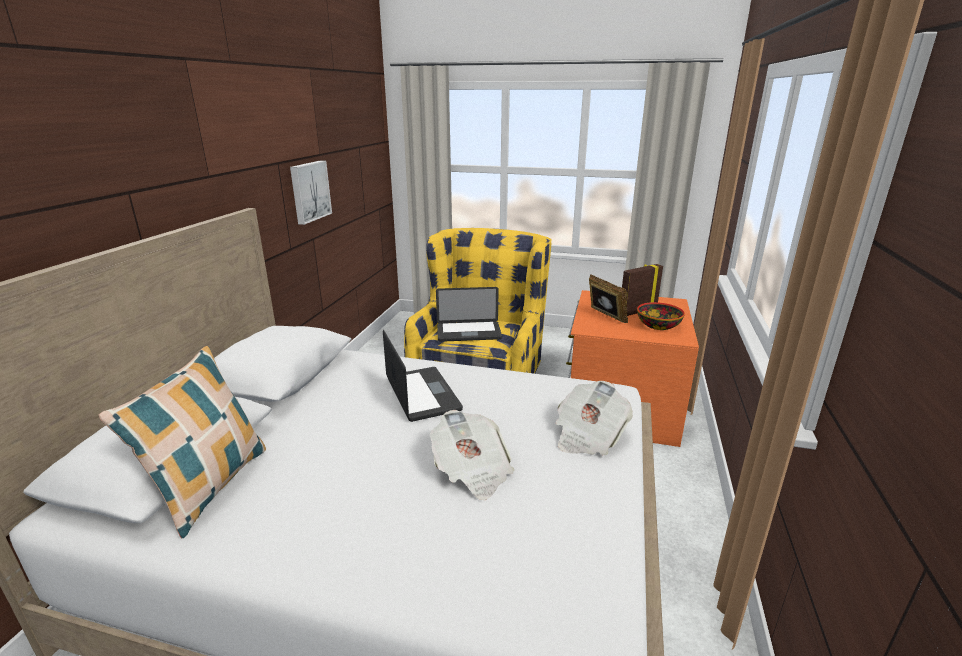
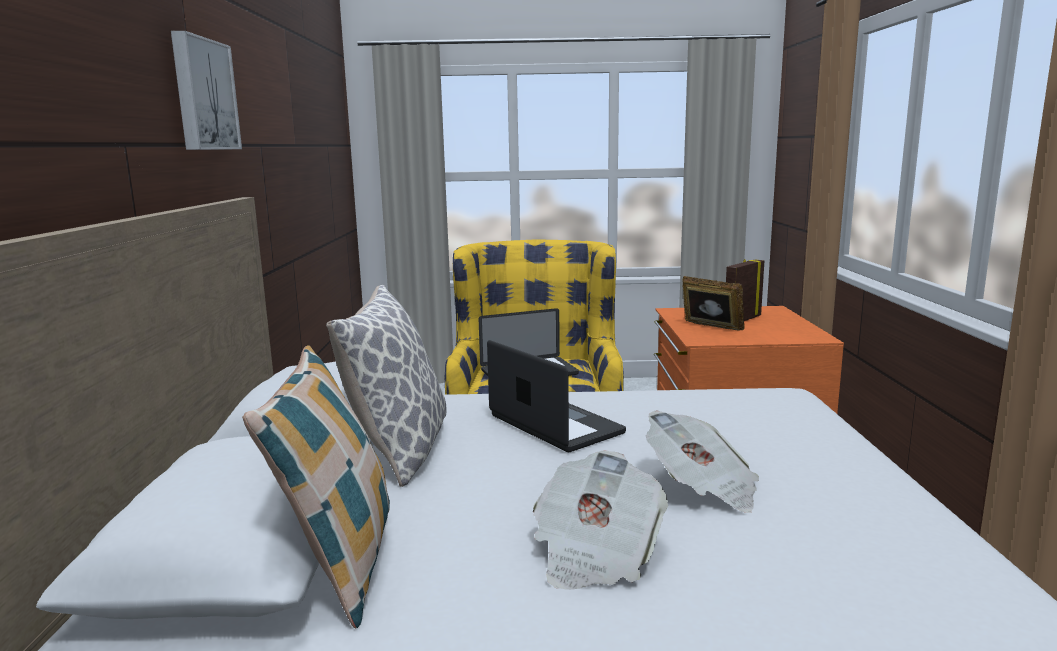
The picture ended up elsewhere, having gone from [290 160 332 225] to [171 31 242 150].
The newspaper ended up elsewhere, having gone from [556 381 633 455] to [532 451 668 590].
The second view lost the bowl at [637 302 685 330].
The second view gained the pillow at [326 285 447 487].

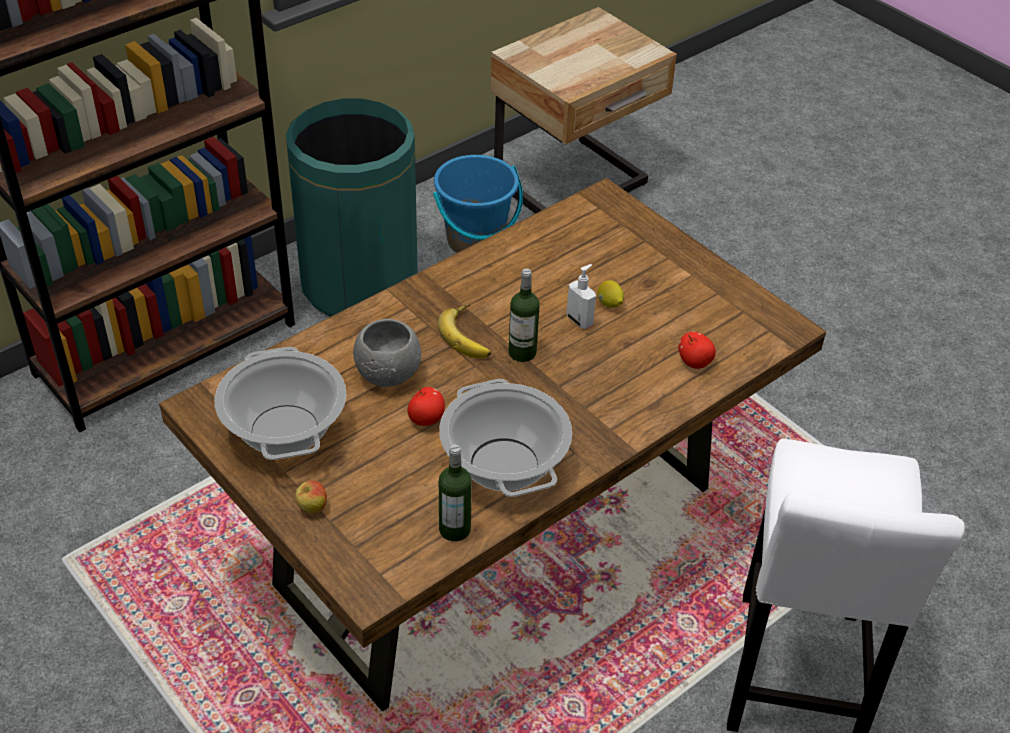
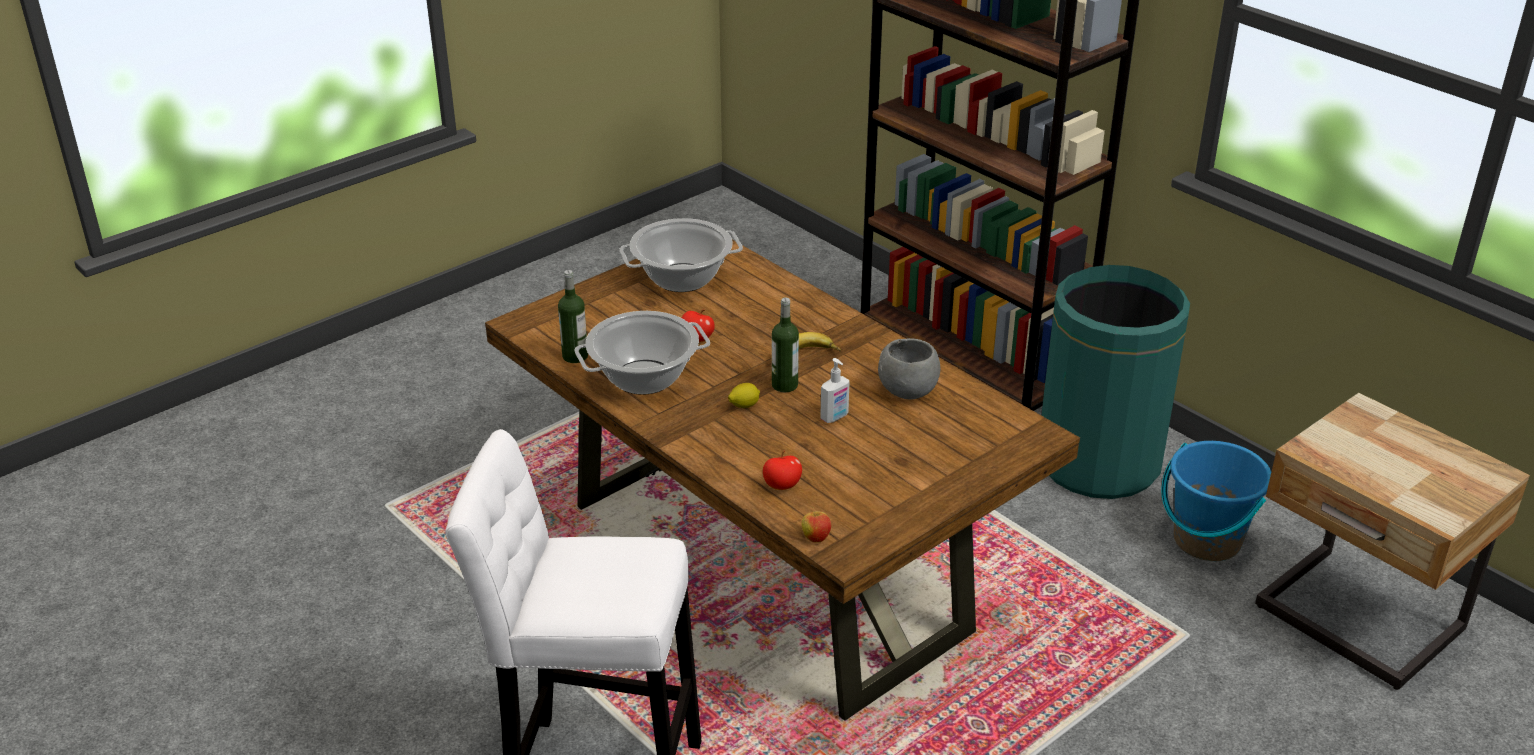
The apple ended up elsewhere, having gone from [295 481 327 513] to [802 507 831 543].
The grey bowl ended up elsewhere, having gone from [353 319 421 387] to [878 338 940 399].
The lemon ended up elsewhere, having gone from [597 280 624 308] to [728 383 760 408].

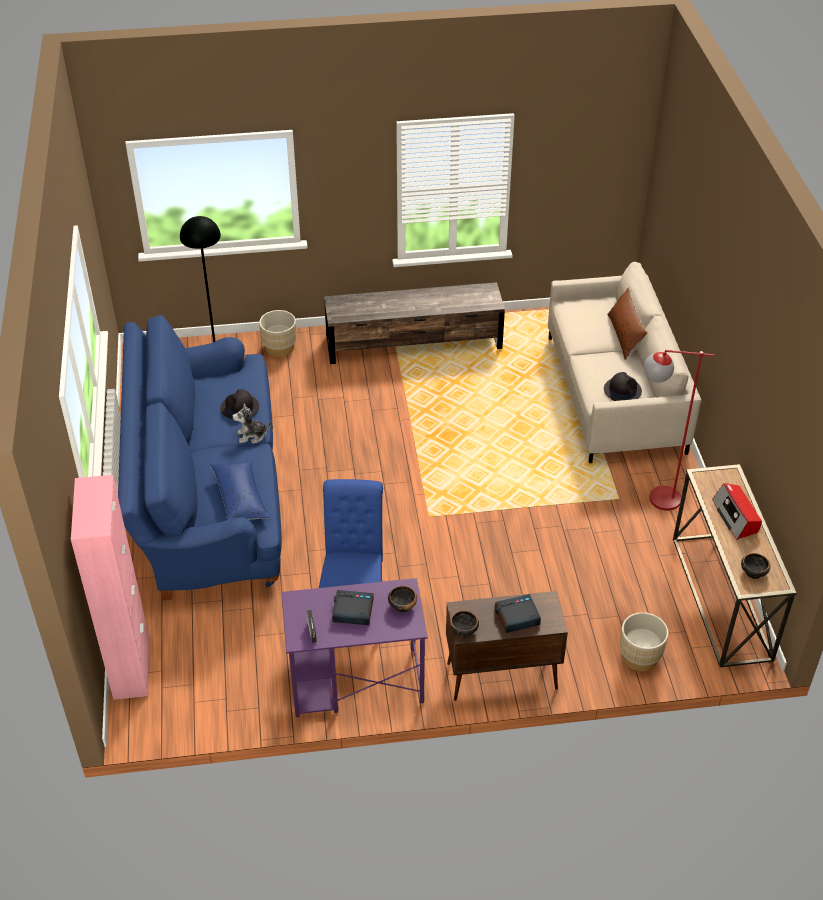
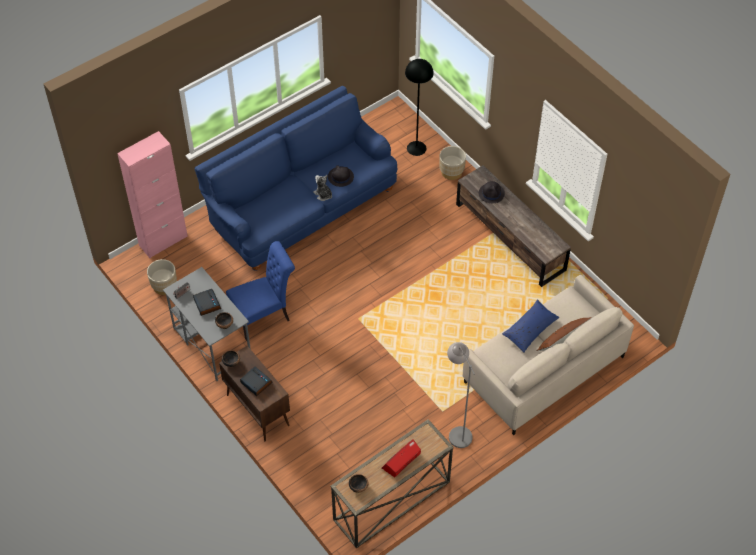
The blue pillow ended up elsewhere, having gone from [210 461 270 520] to [502 299 559 353].
What was the purple desk at [282 578 427 717] turned into the grey desk at [163 267 251 381].
The black hat ended up elsewhere, having gone from [604 372 642 401] to [479 181 505 203].
The beige planter ended up elsewhere, having gone from [620 612 668 671] to [147 259 177 295].
What was the red floor lamp at [644 350 715 511] turned into the grey floor lamp at [447 342 475 448].

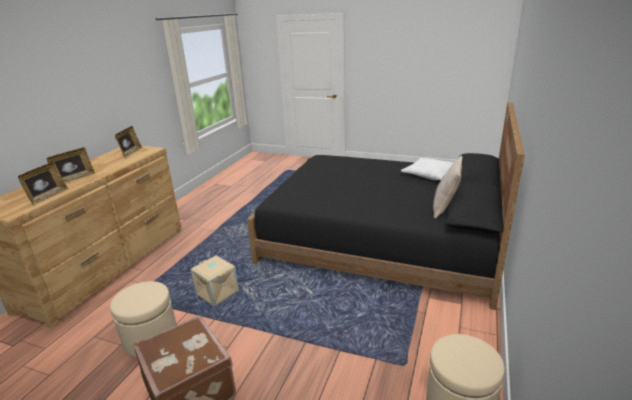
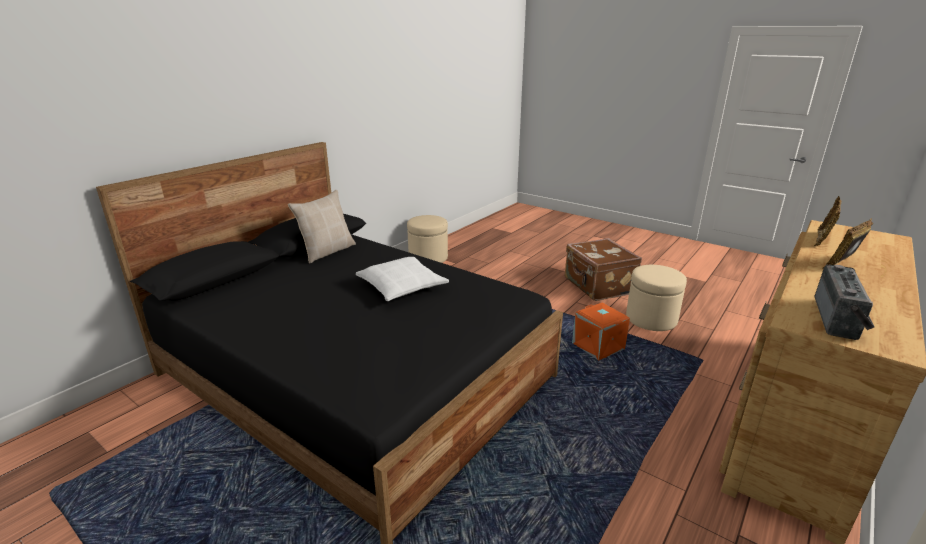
Where the picture frame stood at [115 126 142 157], the radio came to stand at [815 265 875 340].
What was the beige storage box at [191 256 239 306] turned into the orange storage box at [572 303 630 360].
The white pillow ended up elsewhere, having gone from [401 158 453 180] to [356 257 449 301].

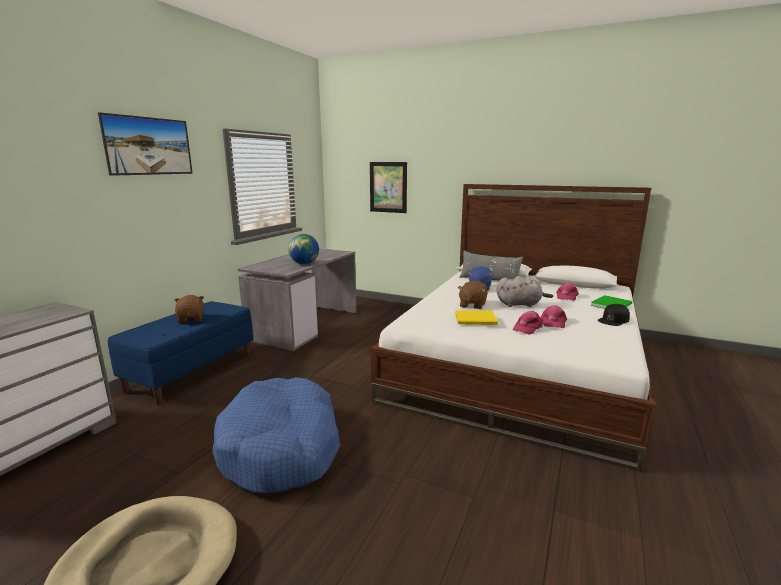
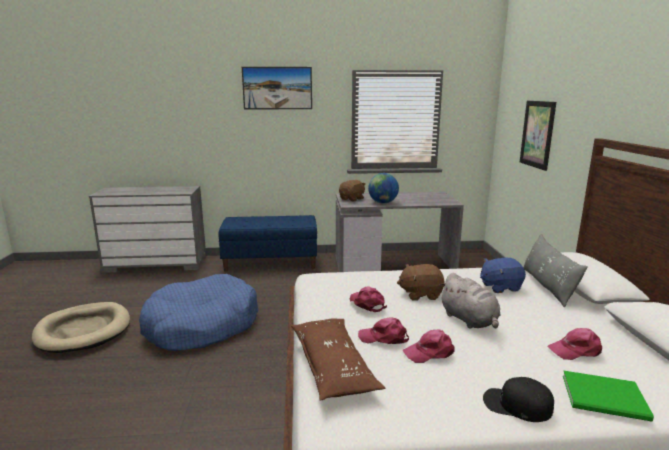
The brown plush toy ended up elsewhere, having gone from [174 295 204 323] to [339 180 366 201].
Where the yellow book stood at [455 310 498 325], the pink cap came to stand at [349 287 387 312].
The second view gained the brown pillow at [291 318 385 401].

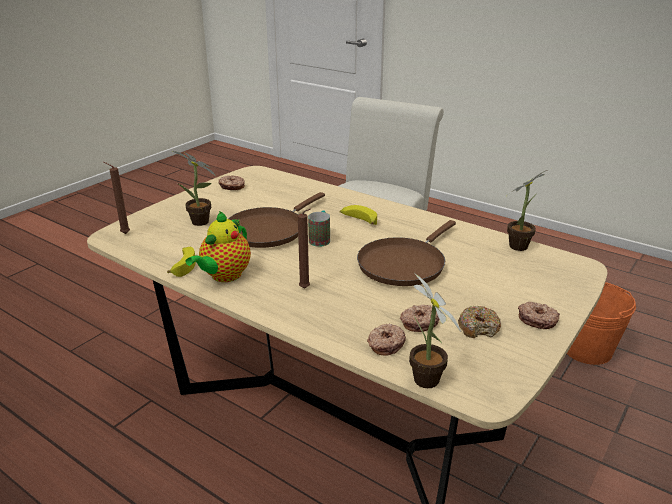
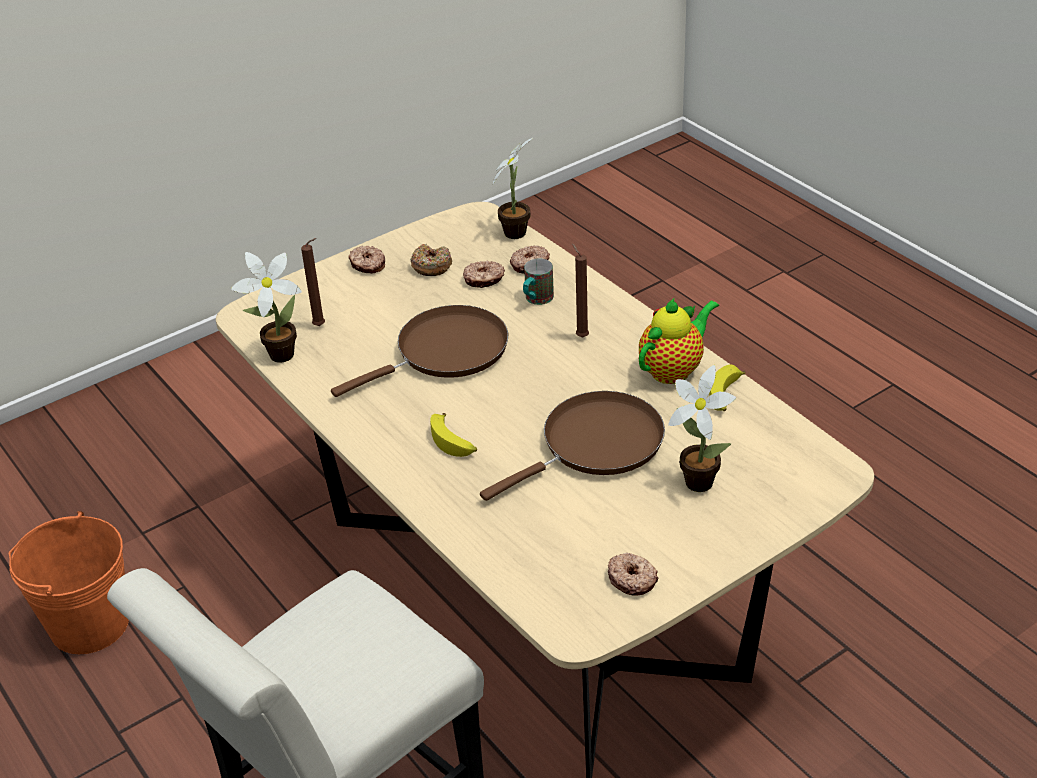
The brown candle ended up elsewhere, having gone from [103 162 130 234] to [301 238 325 326].
The mug ended up elsewhere, having gone from [308 210 330 247] to [523 258 554 305].

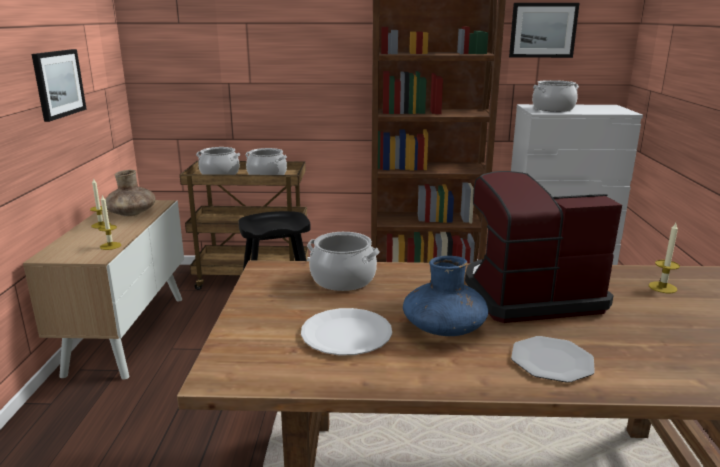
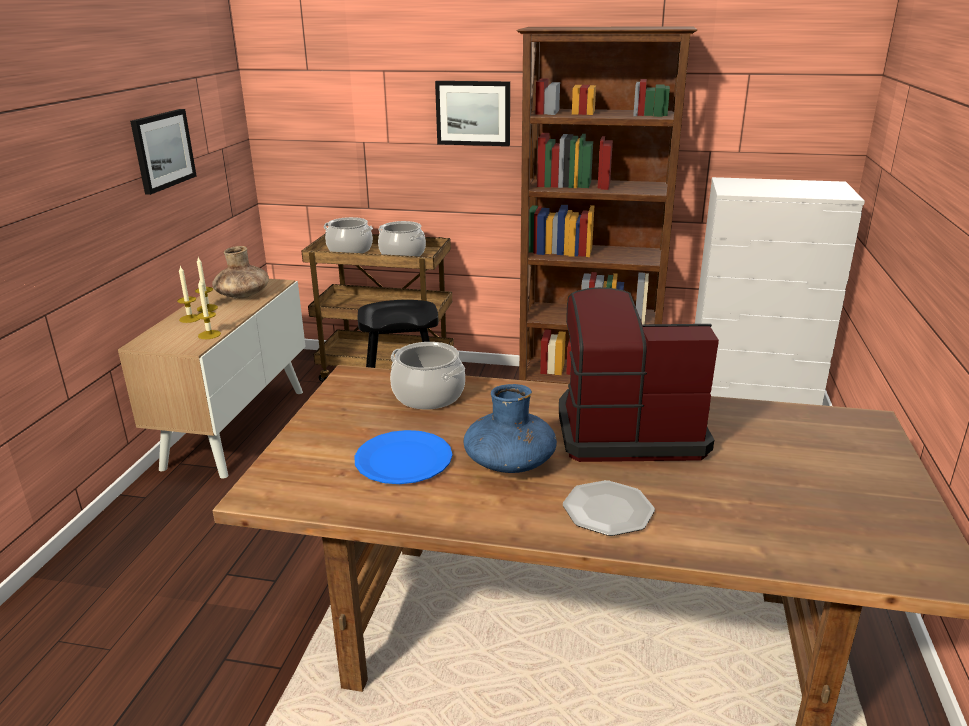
What was the white plate at [301 308 392 355] turned into the blue plate at [354 430 452 484].
The picture ended up elsewhere, having gone from [509 3 580 58] to [435 81 510 146].
The second view lost the cooking pot at [532 80 579 112].
The candle ended up elsewhere, having gone from [649 223 680 293] to [177 266 200 323].

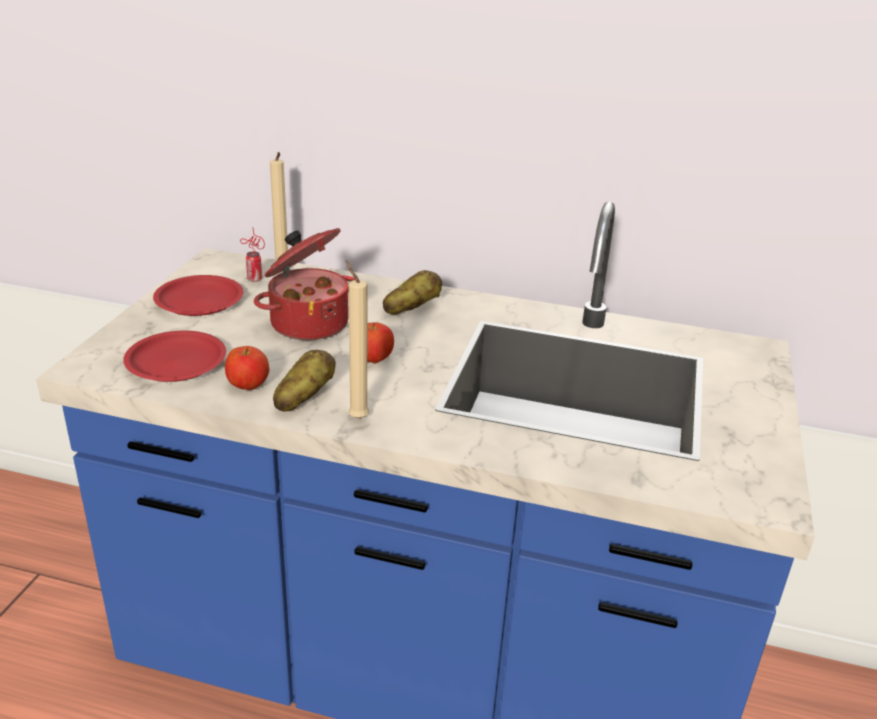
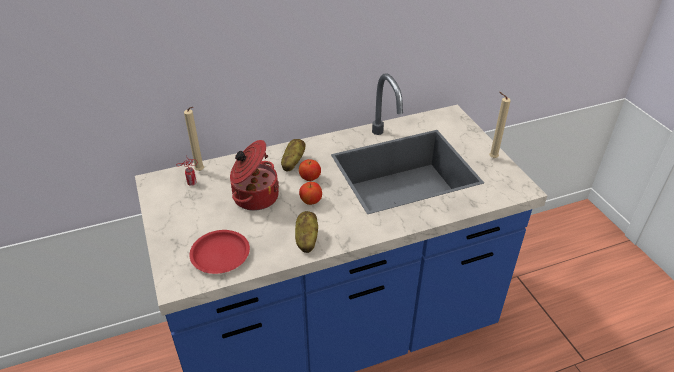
The second view lost the red plate at [153 275 244 316].
The apple ended up elsewhere, having gone from [225 346 269 390] to [299 159 321 181].
The beige candle ended up elsewhere, having gone from [345 261 369 419] to [489 92 511 158].

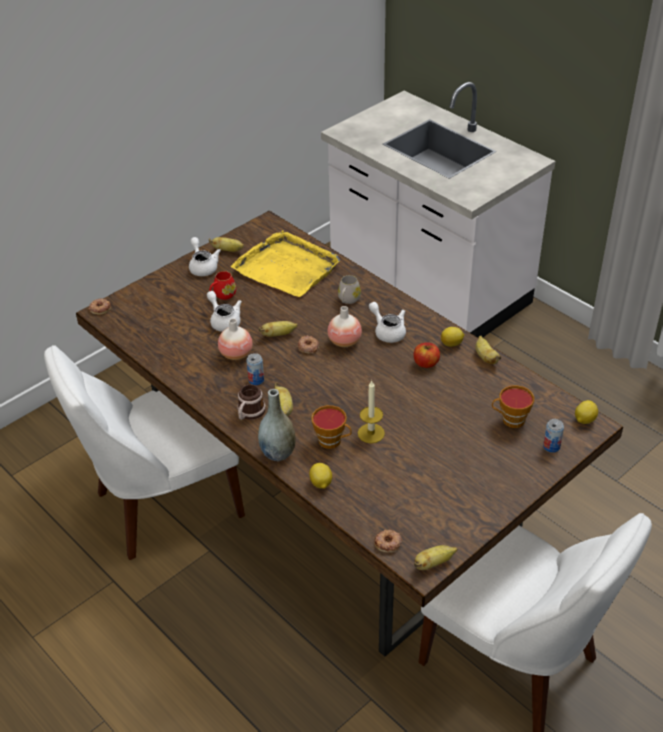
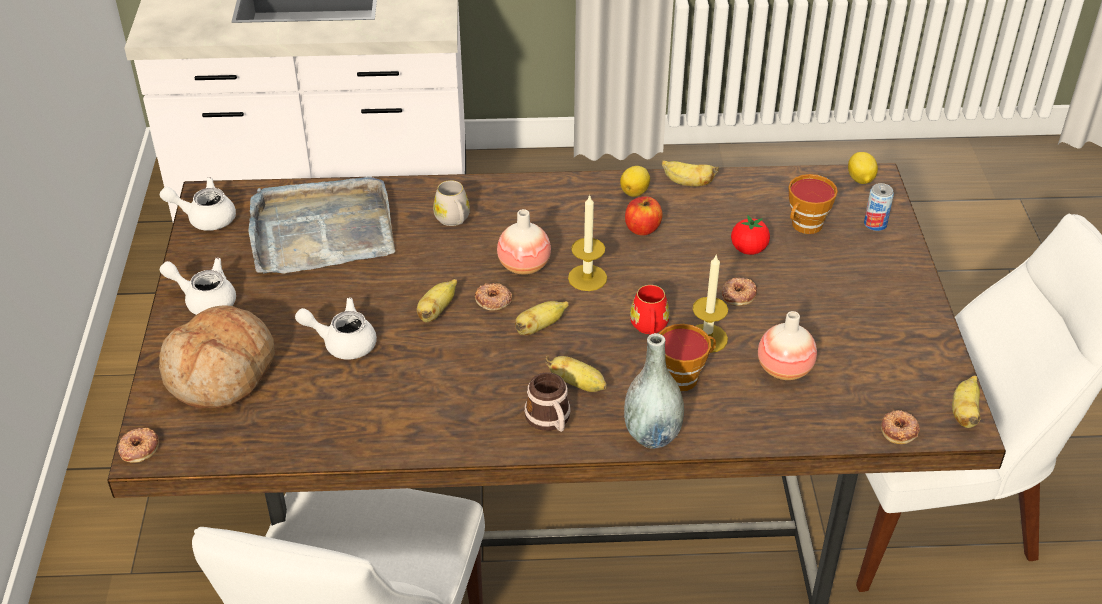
The banana ended up elsewhere, having gone from [209 237 244 252] to [515 301 569 335].
The red mug ended up elsewhere, having gone from [210 271 236 300] to [630 285 670 335].
The vase ended up elsewhere, having gone from [218 318 253 360] to [758 311 817 380].
What was the yellow tray at [231 230 340 297] turned into the grey tray at [249 176 395 274].
The second view lost the can at [247 353 264 385].
The second view lost the lemon at [309 463 332 489].
The white teapot ended up elsewhere, having gone from [369 302 406 343] to [160 177 236 231].
The second view gained the bread at [159 305 275 408].
The second view gained the candle at [568 194 607 291].
The second view gained the donut at [722 277 757 306].
The second view gained the tomato at [731 215 770 255].

